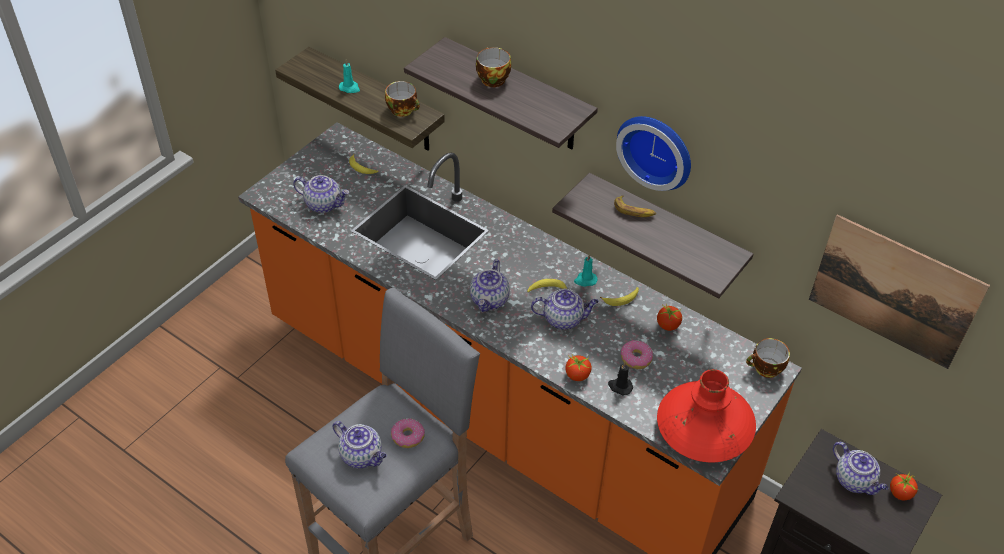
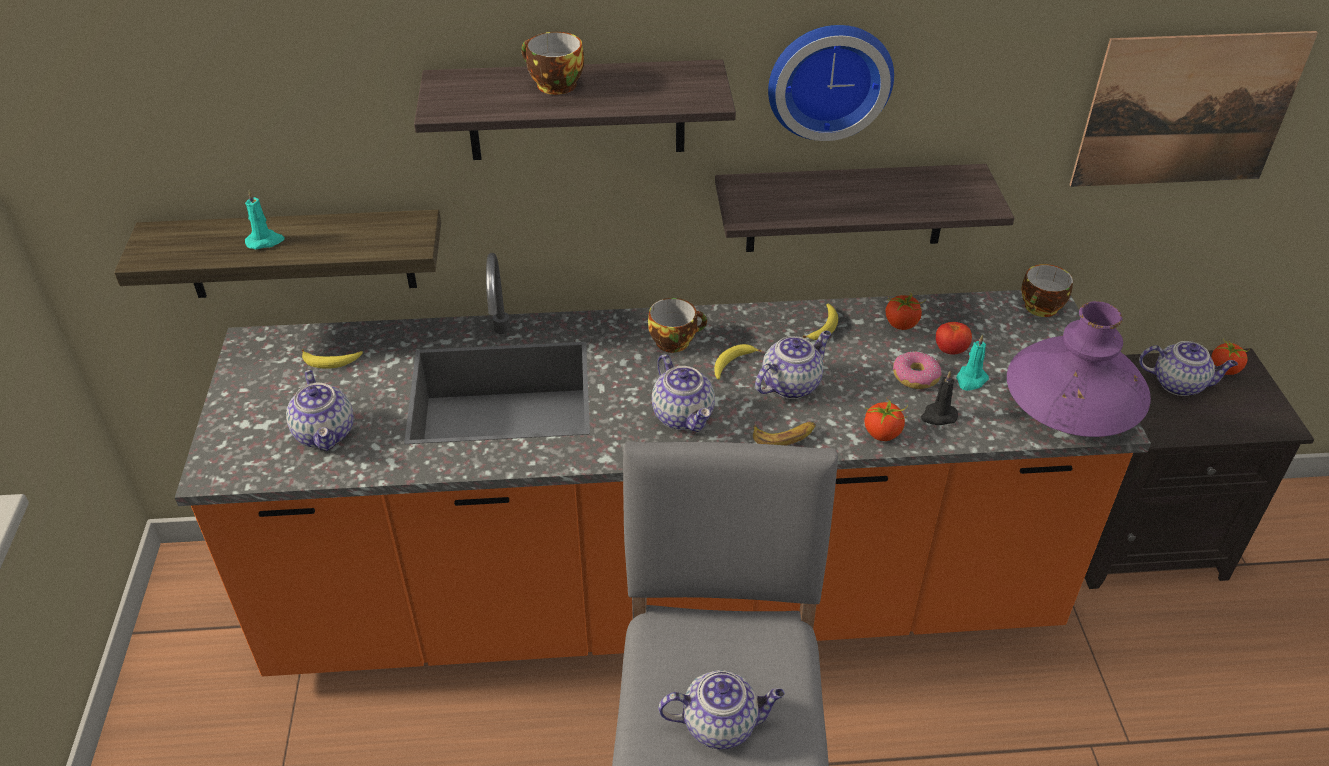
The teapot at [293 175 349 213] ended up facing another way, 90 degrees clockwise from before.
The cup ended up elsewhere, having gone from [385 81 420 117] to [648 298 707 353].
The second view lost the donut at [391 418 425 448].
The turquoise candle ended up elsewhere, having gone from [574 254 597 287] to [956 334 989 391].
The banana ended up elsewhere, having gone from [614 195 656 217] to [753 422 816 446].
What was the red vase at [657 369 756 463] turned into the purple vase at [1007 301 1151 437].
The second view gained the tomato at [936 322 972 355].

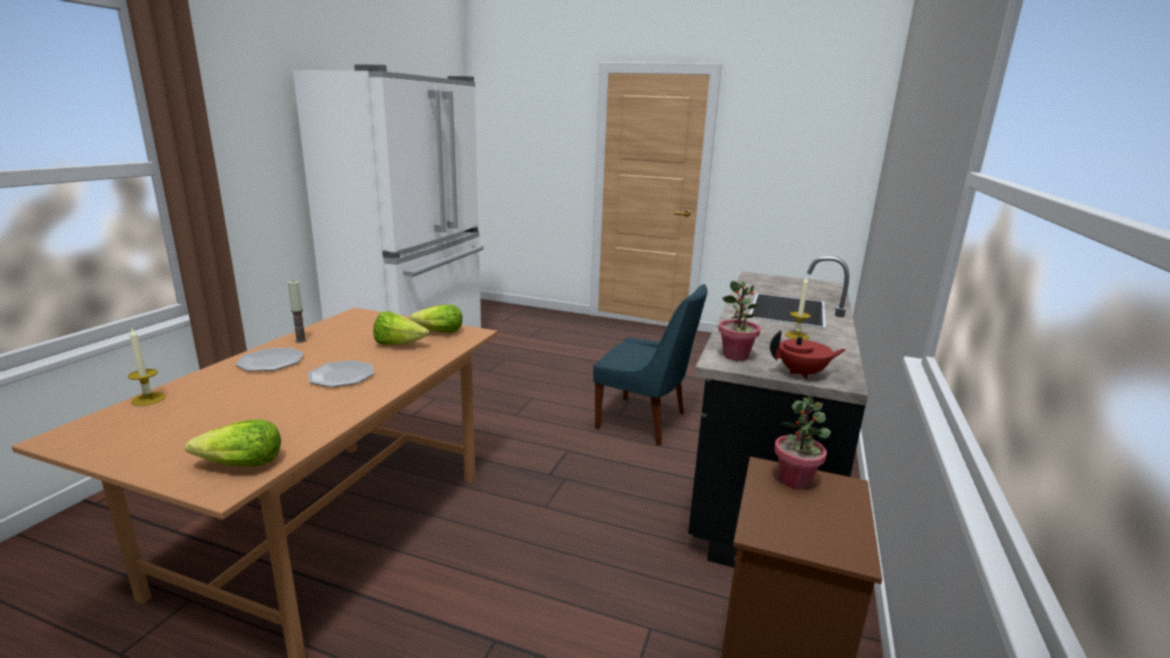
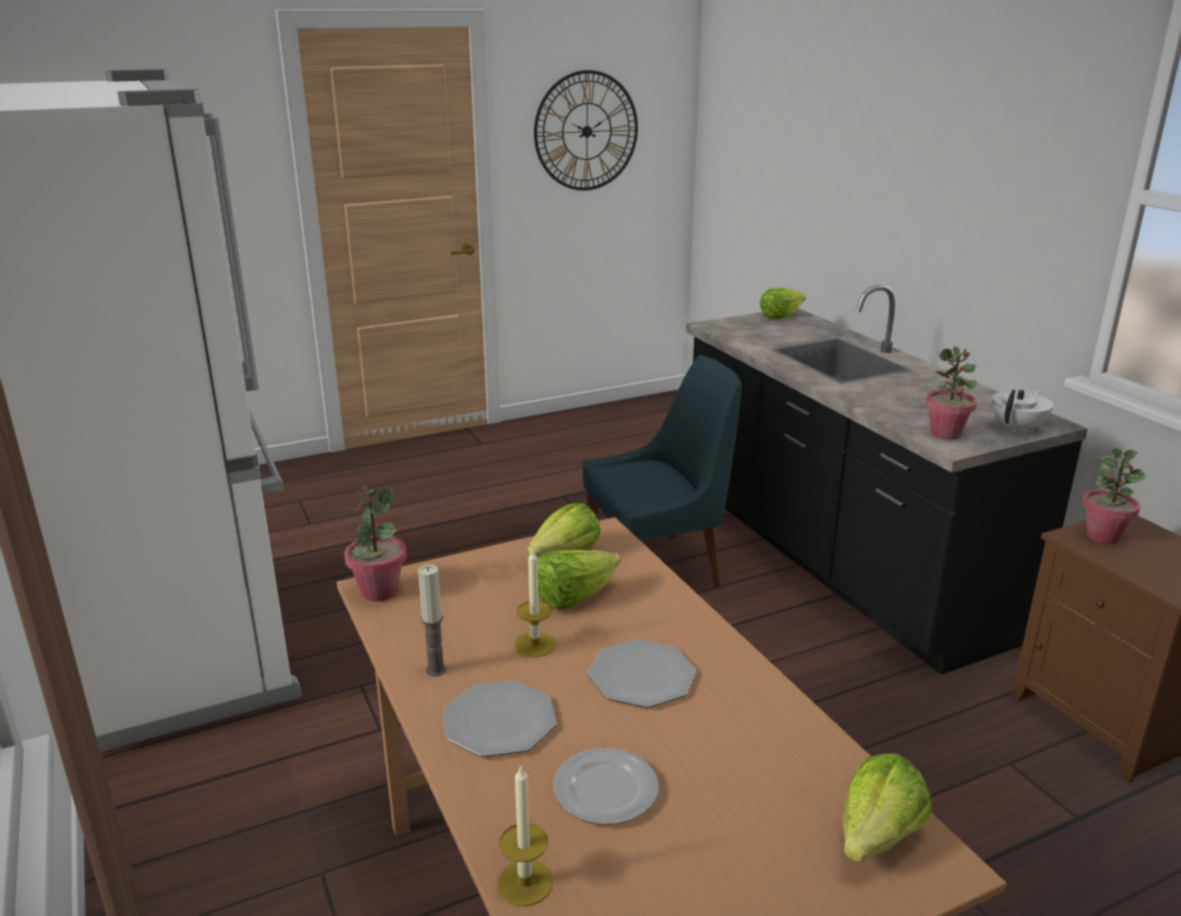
What was the red teapot at [770 330 846 379] turned into the white teapot at [992 389 1054 433].
The candle ended up elsewhere, having gone from [785 276 811 340] to [515 548 556 657].
The second view gained the potted plant at [344 486 407 601].
The second view gained the wall clock at [534 70 638 191].
The second view gained the plate at [553 748 659 825].
The second view gained the lettuce at [760 288 806 319].

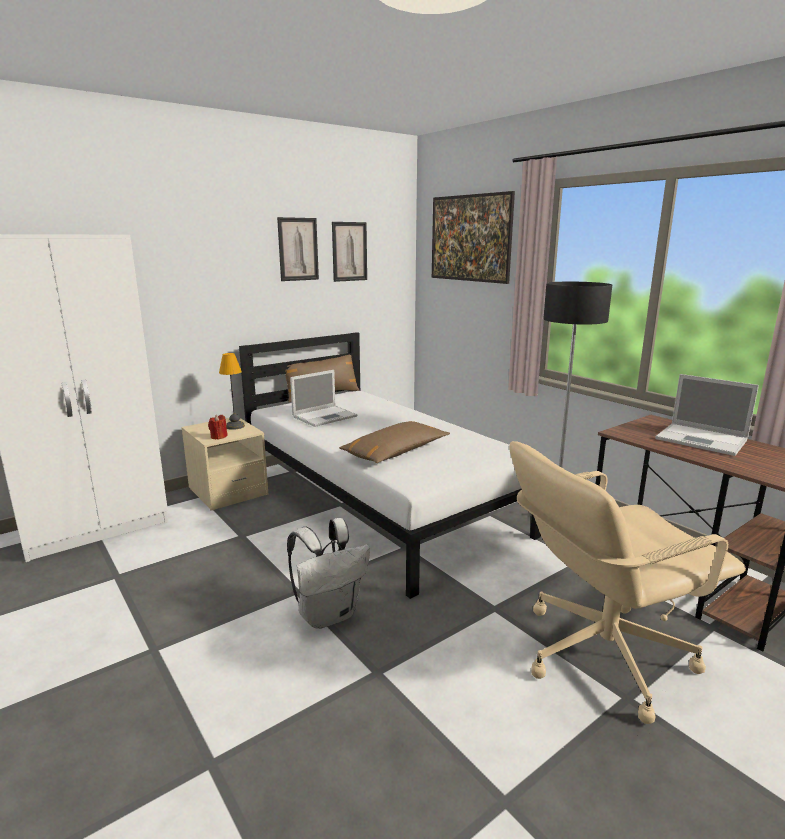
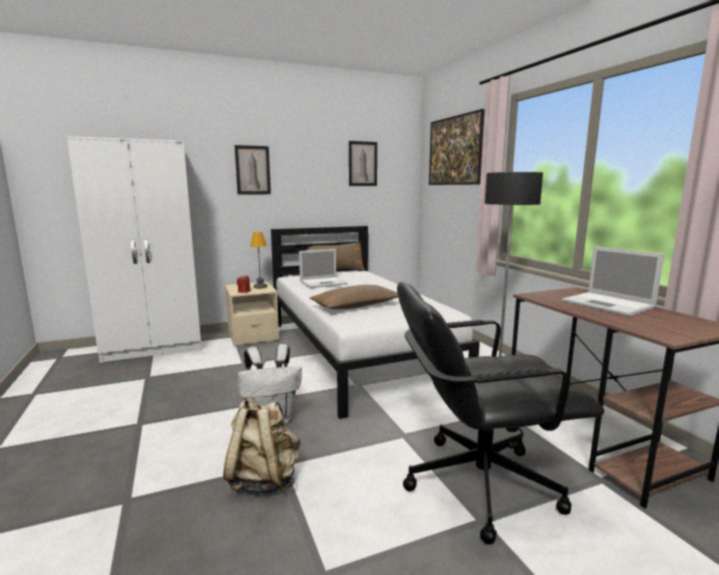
The picture ended up elsewhere, having gone from [277 217 319 281] to [235 145 271 195].
What was the beige office chair at [510 441 746 724] turned into the black office chair at [397 282 605 544].
The second view gained the beige backpack at [223 397 300 494].

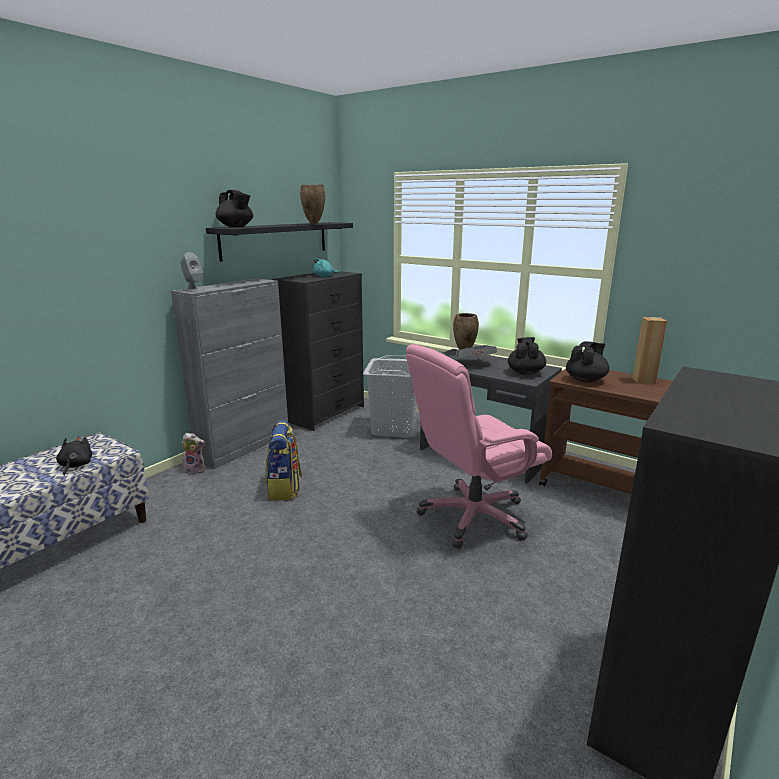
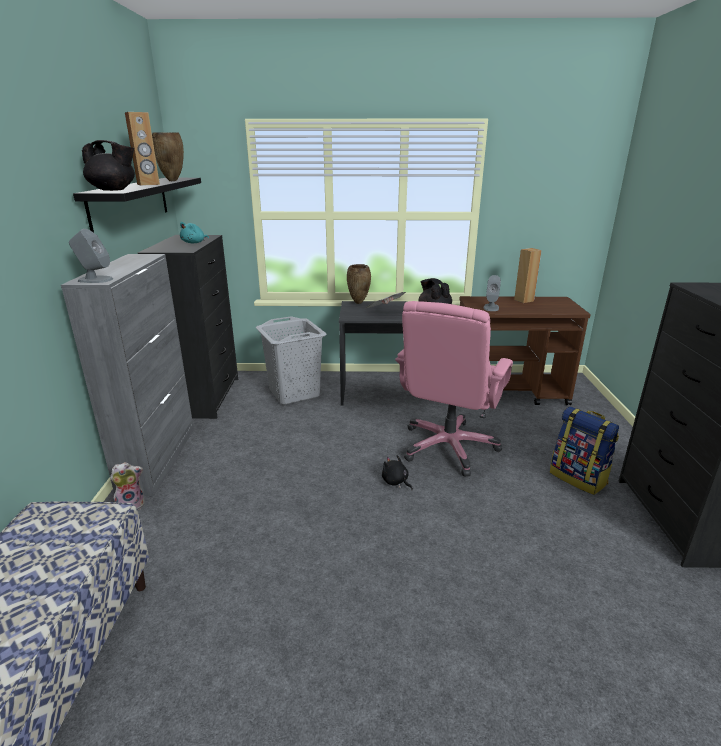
The black plush toy ended up elsewhere, having gone from [56 436 92 476] to [382 455 413 490].
The backpack ended up elsewhere, having gone from [265 420 302 501] to [550 407 619 495].
Where the black teapot stood at [566 341 609 382], the grey speaker came to stand at [484 275 501 311].
The second view gained the brown speaker at [125 112 160 186].

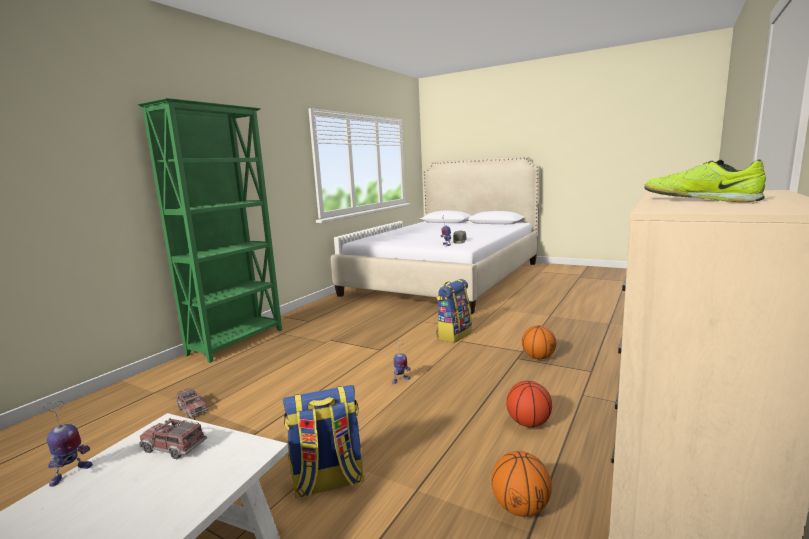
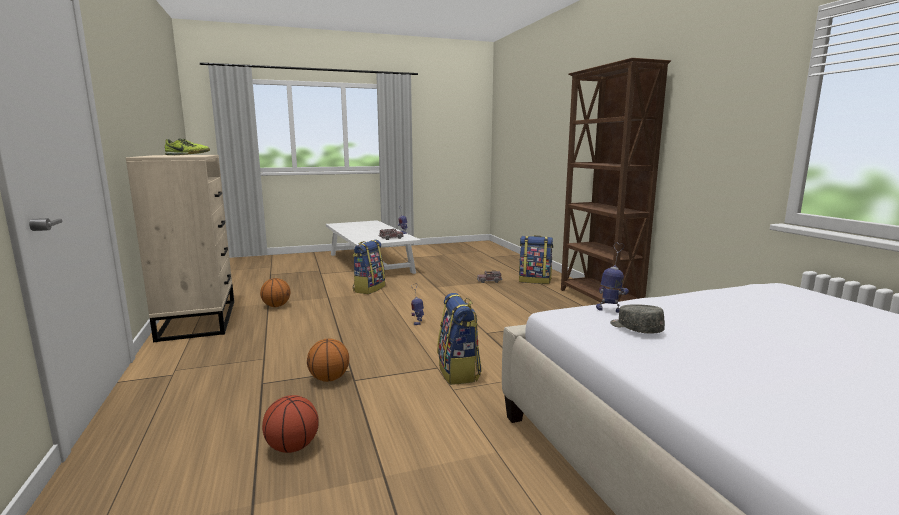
What was the green bookcase at [138 98 282 363] turned into the brown bookcase at [561 58 671 304].
The basketball ended up elsewhere, having gone from [506 381 552 427] to [262 395 319 453].
The second view gained the backpack at [519 235 553 284].

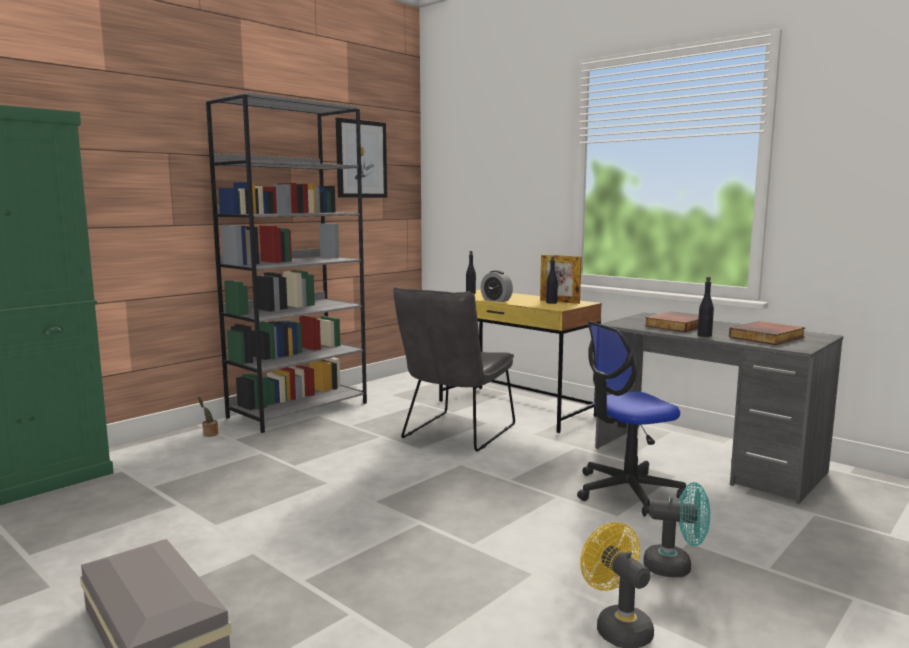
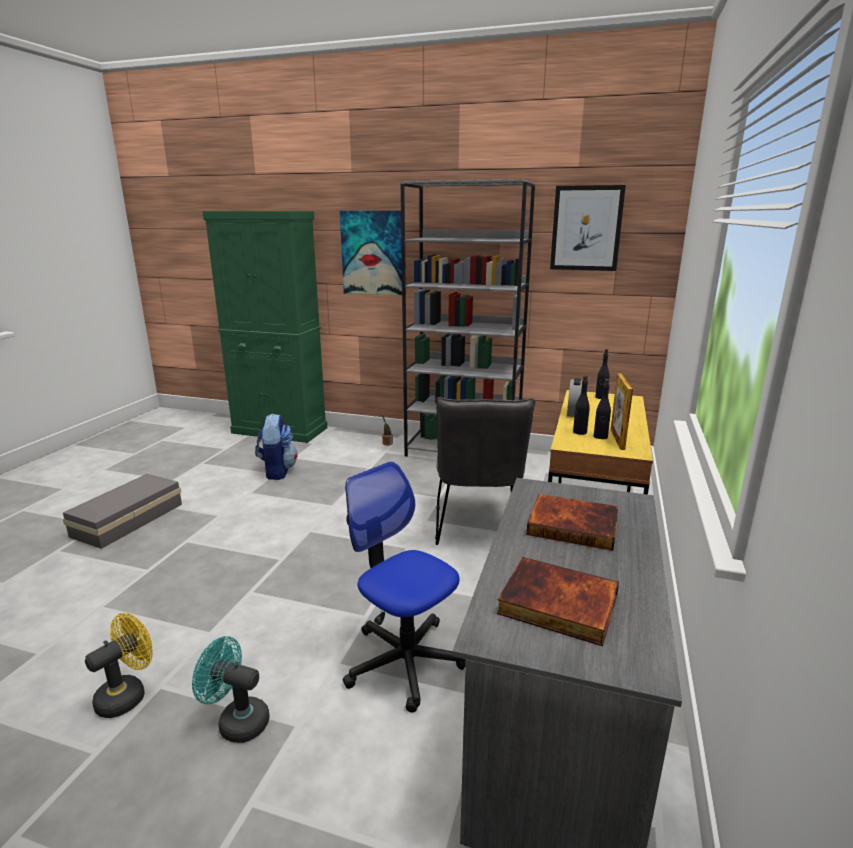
The grey chair at [393 287 515 452] ended up facing another way, 90 degrees counterclockwise from before.
The turquoise fan at [643 482 710 577] ended up facing another way, 120 degrees clockwise from before.
The black bottle ended up elsewhere, having gone from [697 277 714 337] to [573 375 590 435].
The second view gained the backpack at [255 414 298 480].
The second view gained the picture at [340 210 402 296].

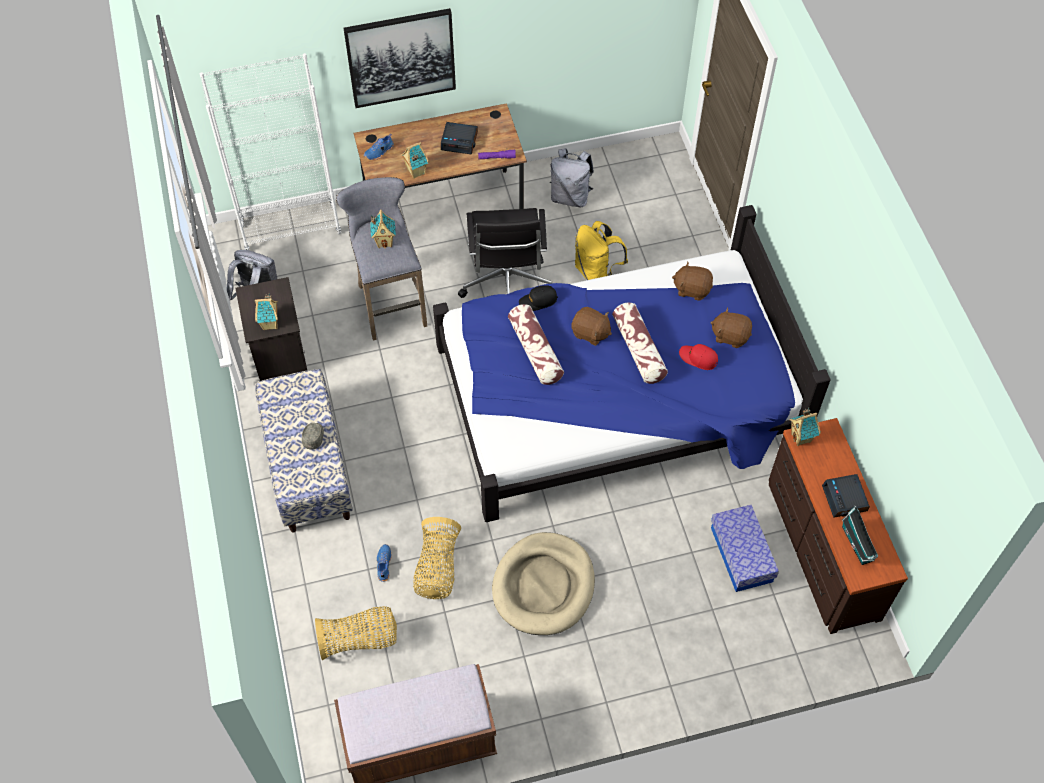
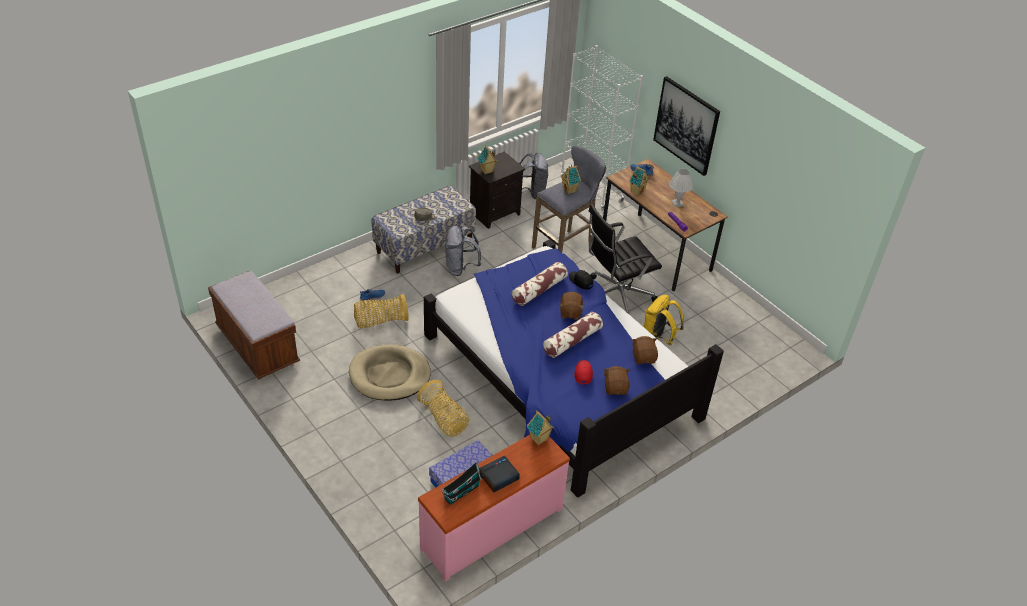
The basket ended up elsewhere, having gone from [315 606 397 660] to [417 380 469 437].
Where the alarm clock stood at [441 122 478 154], the white table lamp came to stand at [669 169 693 207].
The grey backpack ended up elsewhere, having gone from [550 148 594 207] to [445 226 481 276].
What was the brown dresser at [769 418 908 634] turned into the pink dresser at [418 435 570 581].

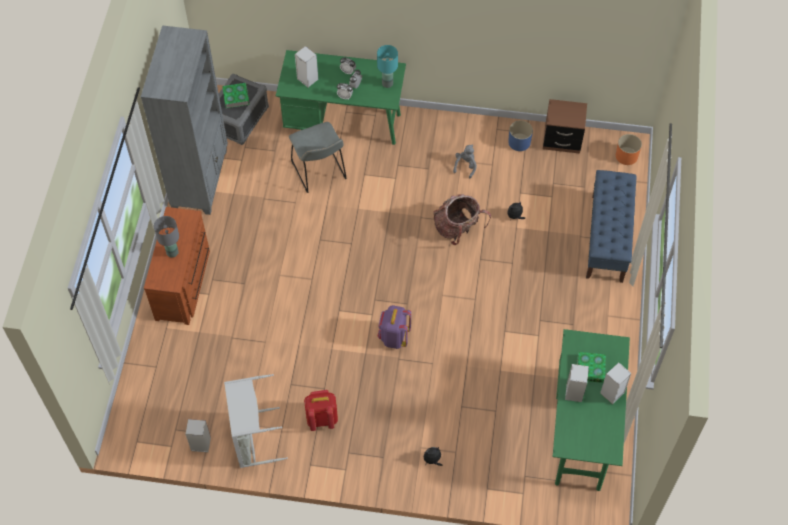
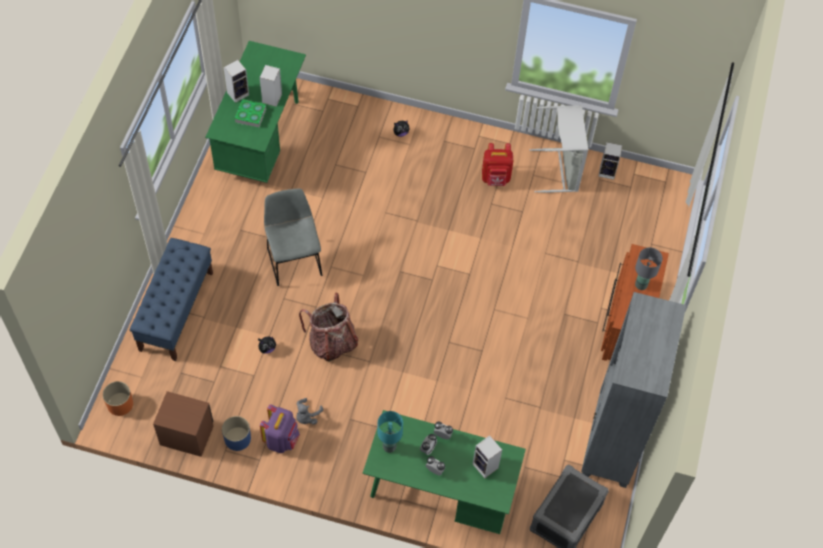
The second view lost the book at [222 83 250 108].
The grey chair ended up elsewhere, having gone from [289 122 347 193] to [264 188 322 286].
The purple backpack ended up elsewhere, having gone from [378 305 411 349] to [260 404 300 453].

